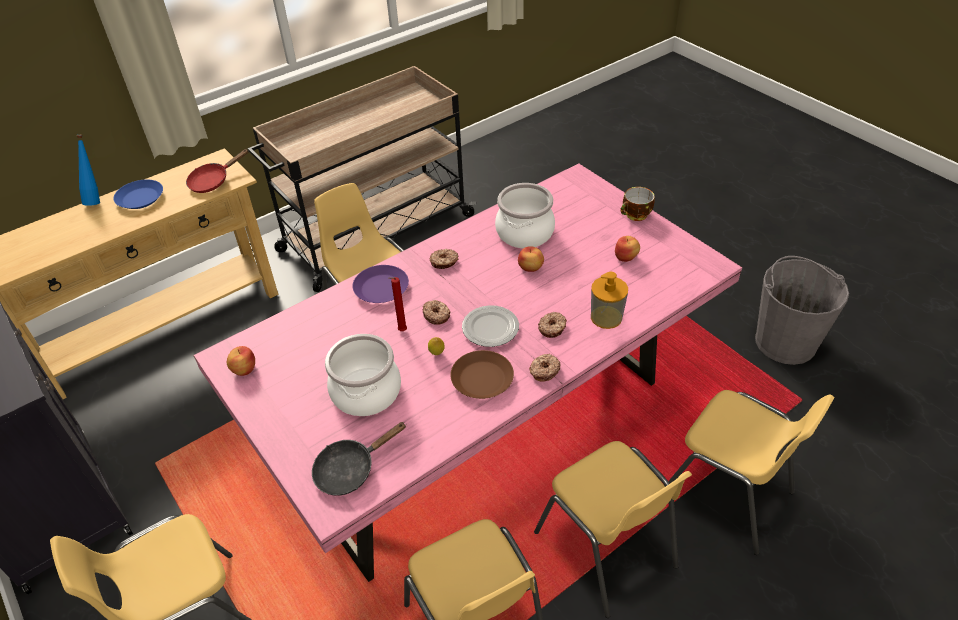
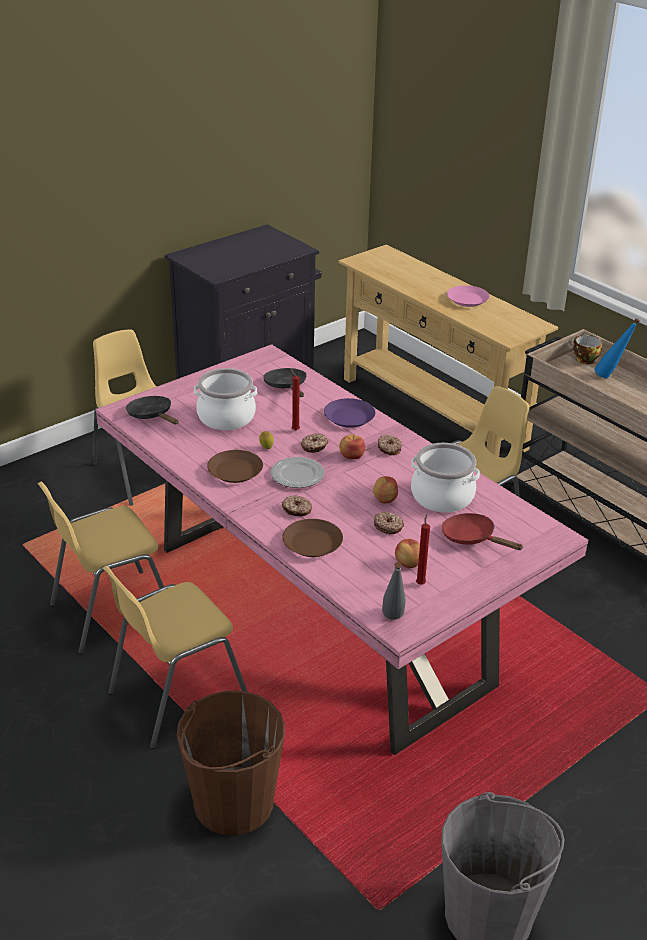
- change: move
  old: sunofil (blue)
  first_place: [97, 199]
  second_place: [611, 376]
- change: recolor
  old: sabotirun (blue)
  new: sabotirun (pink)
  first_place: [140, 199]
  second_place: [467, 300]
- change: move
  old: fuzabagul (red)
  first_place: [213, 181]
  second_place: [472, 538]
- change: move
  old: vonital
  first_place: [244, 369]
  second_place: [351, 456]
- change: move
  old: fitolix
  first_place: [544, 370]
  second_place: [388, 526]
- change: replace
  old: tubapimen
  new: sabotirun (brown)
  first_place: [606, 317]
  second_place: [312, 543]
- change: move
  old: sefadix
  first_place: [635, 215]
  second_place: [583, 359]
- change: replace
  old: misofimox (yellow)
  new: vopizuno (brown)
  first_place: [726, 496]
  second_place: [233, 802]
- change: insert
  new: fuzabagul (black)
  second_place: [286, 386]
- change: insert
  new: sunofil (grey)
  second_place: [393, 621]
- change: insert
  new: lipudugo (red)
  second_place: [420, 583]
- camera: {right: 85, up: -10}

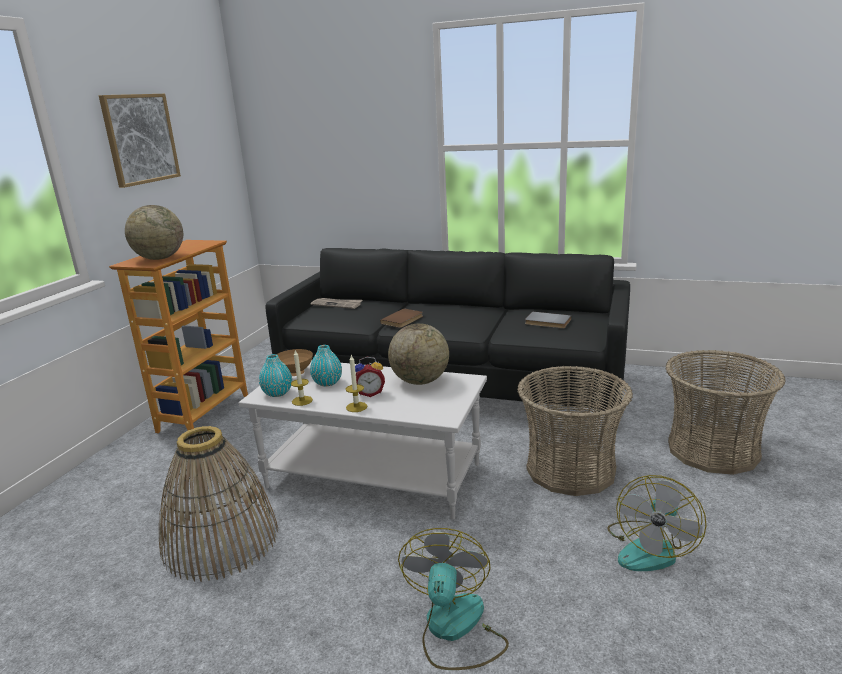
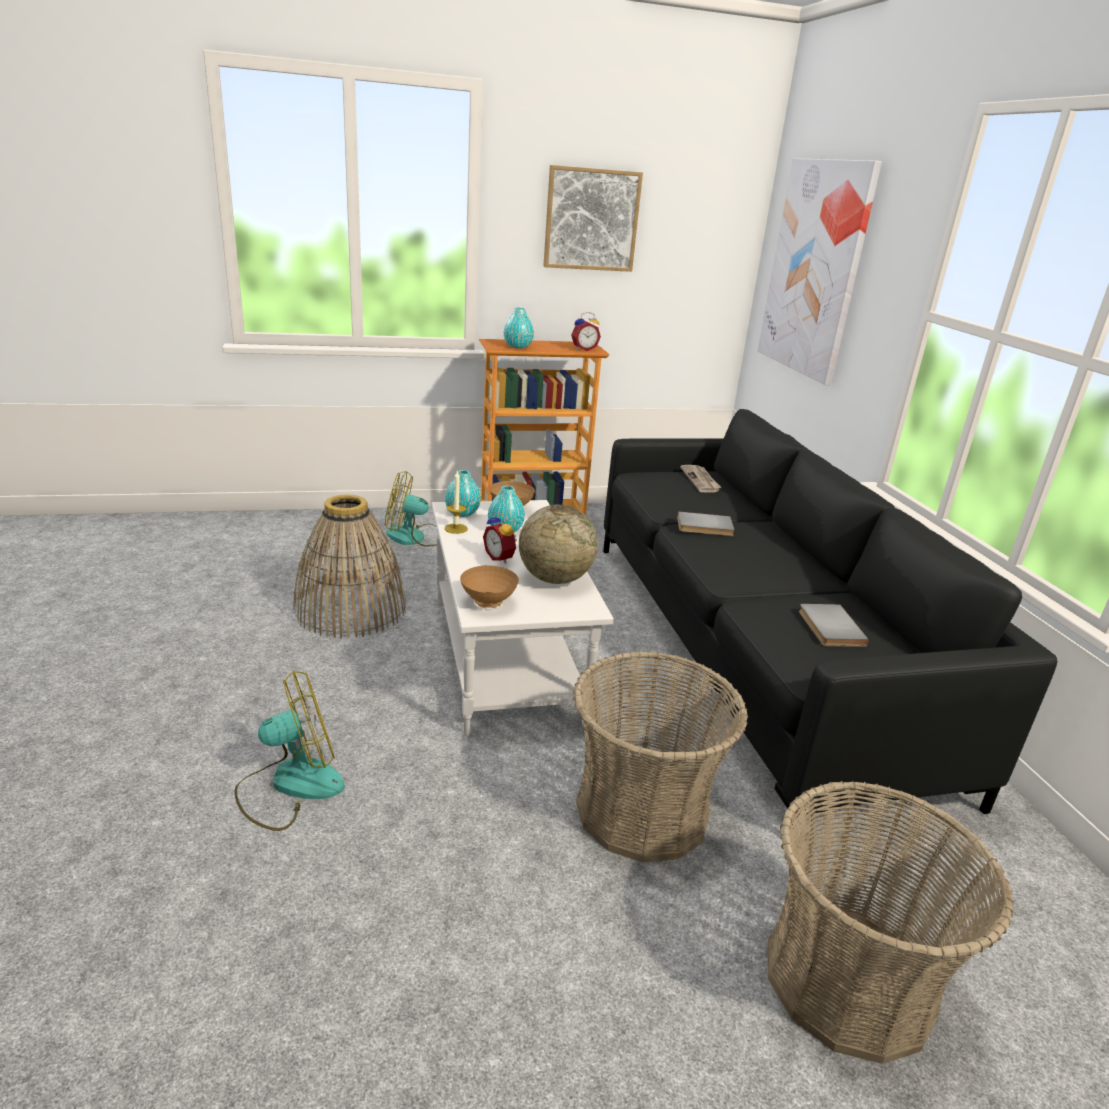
- change: replace
  old: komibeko
  new: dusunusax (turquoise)
  first_place: [159, 258]
  second_place: [517, 346]
- change: delete
  old: lipudugo
  first_place: [356, 407]
- change: recolor
  old: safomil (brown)
  new: safomil (grey)
  first_place: [403, 320]
  second_place: [705, 527]
- change: move
  old: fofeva
  first_place: [650, 548]
  second_place: [415, 537]
- change: insert
  new: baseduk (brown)
  second_place: [487, 602]
- change: insert
  new: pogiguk
  second_place: [583, 349]
- change: insert
  new: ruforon
  second_place: [815, 269]
- camera: {right: 55, up: 5}

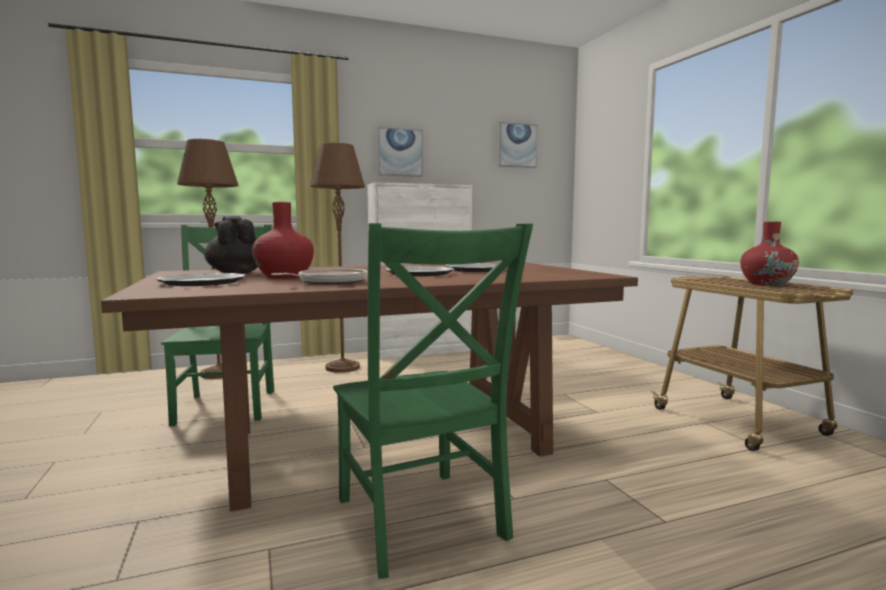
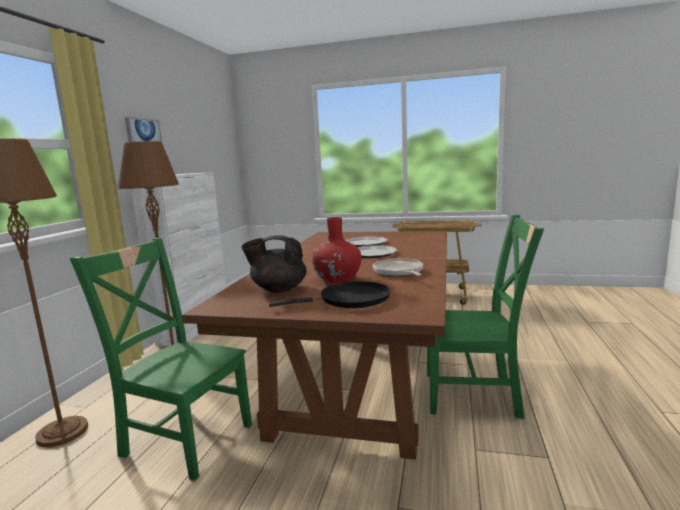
- change: replace
  old: sabotirun
  new: fuzabagul (black)
  first_place: [202, 282]
  second_place: [350, 300]
- change: delete
  old: ruforon
  first_place: [517, 145]
- change: delete
  old: dusunusax (red)
  first_place: [767, 284]
- camera: {right: -55, up: 5}

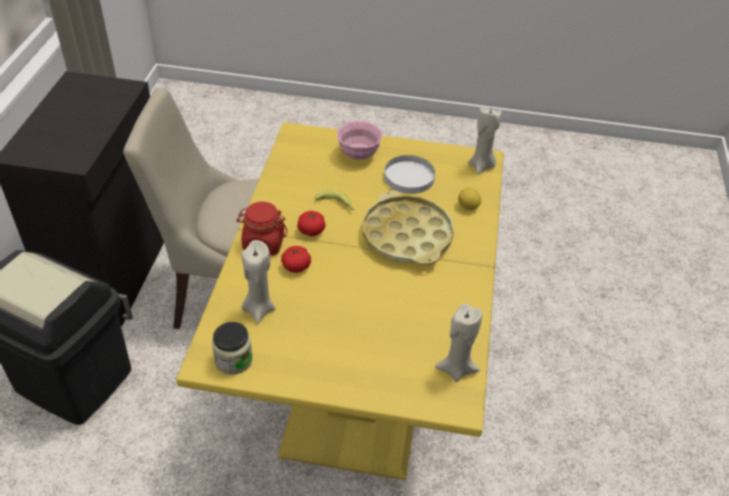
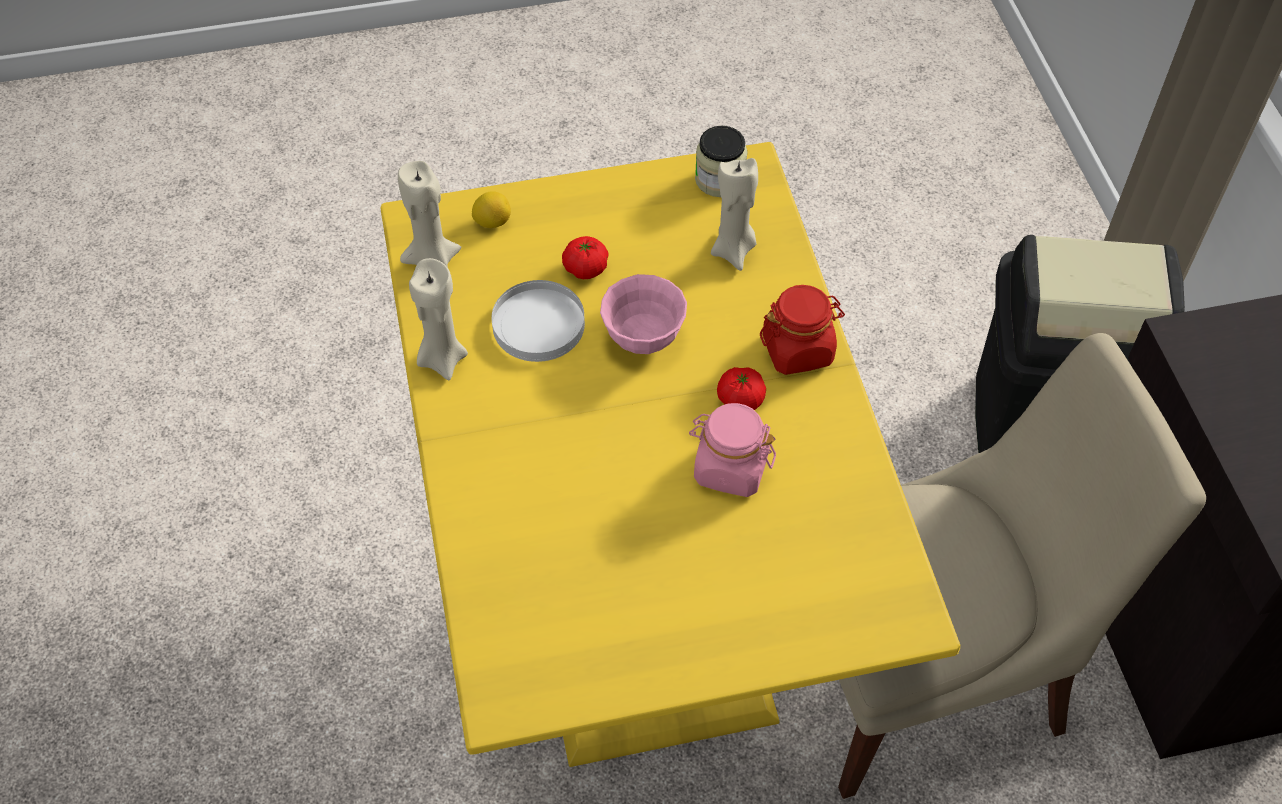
- change: move
  old: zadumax
  first_place: [296, 266]
  second_place: [585, 268]
- change: replace
  old: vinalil
  new: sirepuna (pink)
  first_place: [336, 204]
  second_place: [730, 468]
- change: move
  old: baseduk (pink)
  first_place: [358, 154]
  second_place: [643, 337]
- change: delete
  old: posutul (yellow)
  first_place: [406, 235]
- change: move
  old: sabotirun (white)
  first_place: [409, 177]
  second_place: [538, 324]
- change: move
  old: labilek
  first_place: [468, 207]
  second_place: [492, 222]
- change: move
  old: lipudugo (beige)
  first_place: [481, 166]
  second_place: [442, 358]
- camera: {right: 160, up: 10}

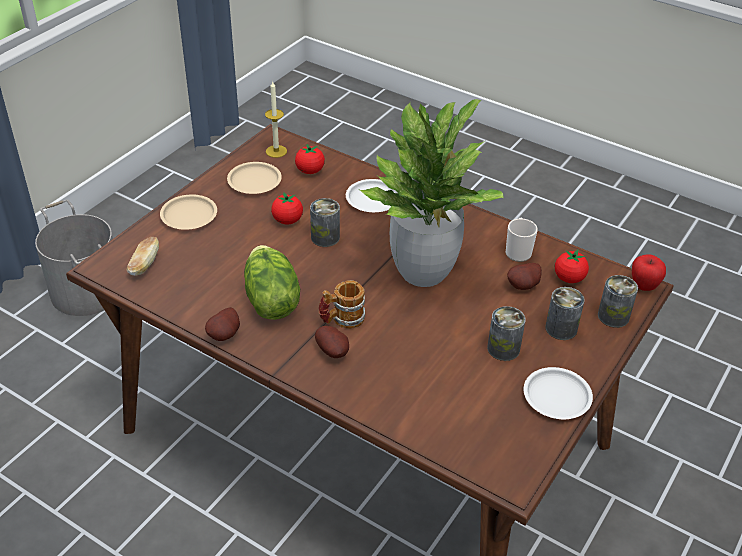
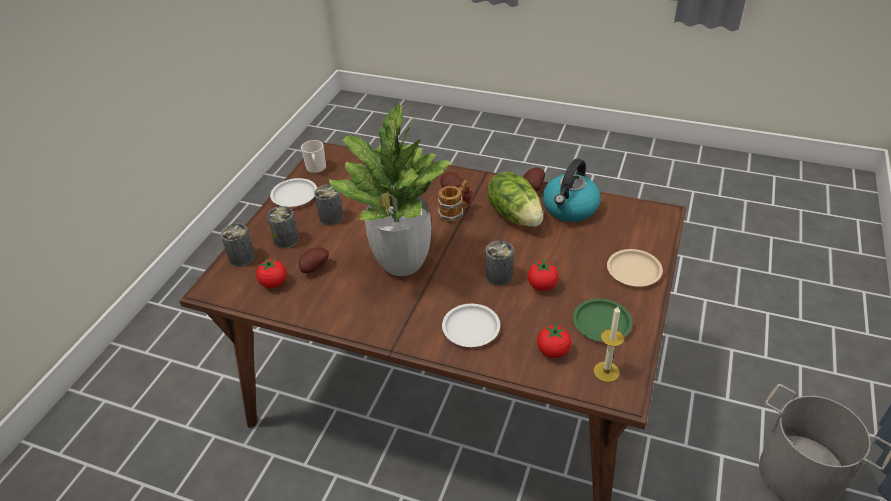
- change: delete
  old: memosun
  first_place: [144, 264]
- change: recolor
  old: sabotirun (beige)
  new: sabotirun (green)
  first_place: [255, 181]
  second_place: [601, 323]
- change: move
  old: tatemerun
  first_place: [518, 251]
  second_place: [316, 169]
- change: delete
  old: vonital
  first_place: [644, 286]
- change: insert
  new: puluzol
  second_place: [570, 208]
- camera: {right: 170, up: 0}

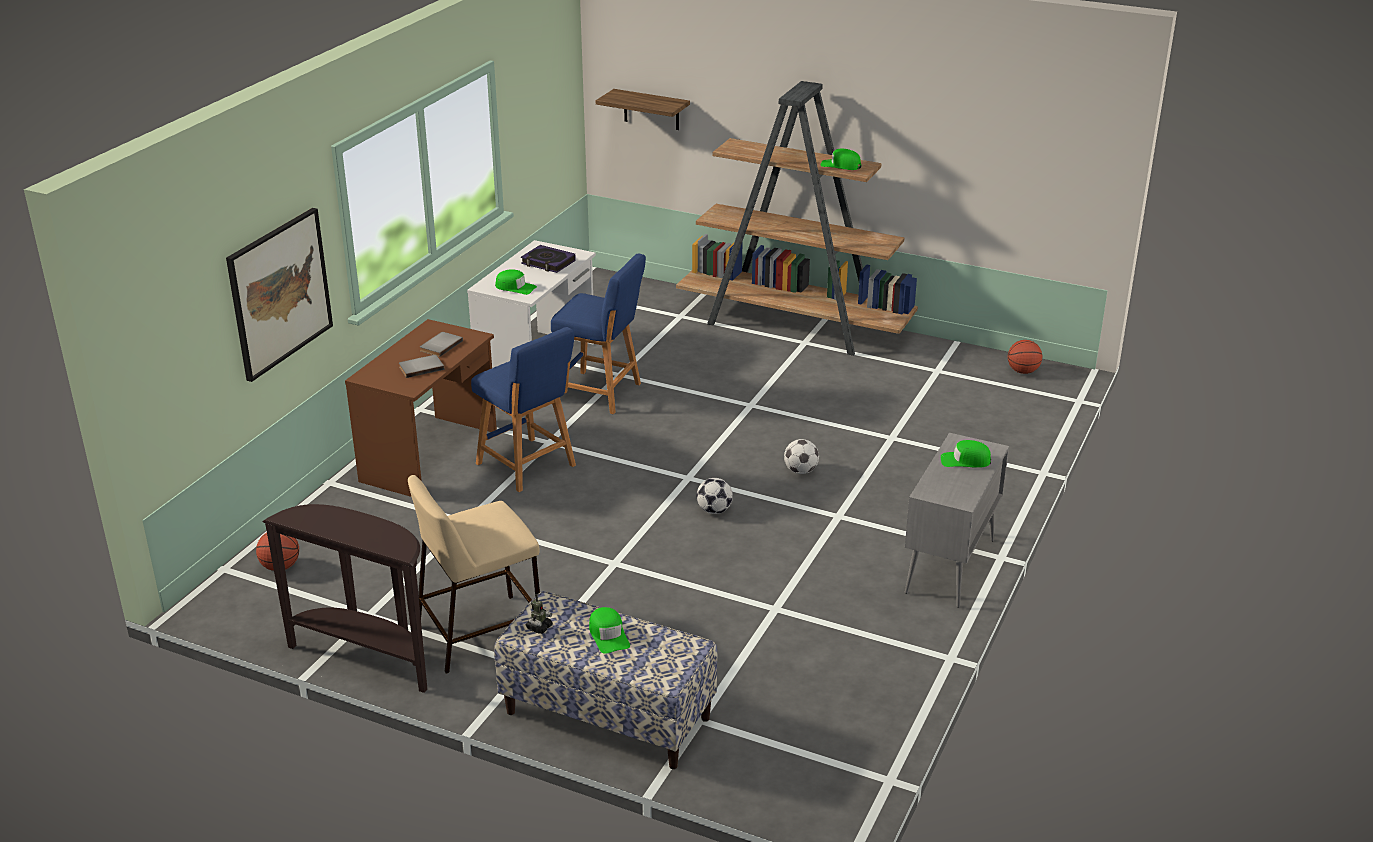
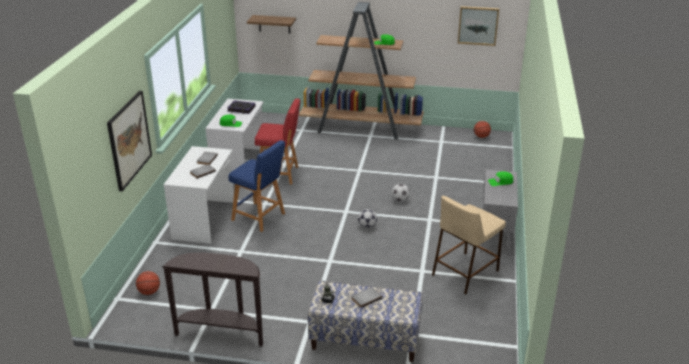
- change: recolor
  old: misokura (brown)
  new: misokura (white)
  first_place: [431, 456]
  second_place: [205, 220]
- change: move
  old: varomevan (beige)
  first_place: [481, 632]
  second_place: [465, 272]
- change: recolor
  old: varomevan (blue)
  new: varomevan (red)
  first_place: [602, 393]
  second_place: [280, 174]
- change: replace
  old: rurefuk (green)
  new: safomil (grey)
  first_place: [608, 635]
  second_place: [366, 298]
- change: insert
  new: ruforon
  second_place: [478, 25]
- camera: {right: -15, up: 0}

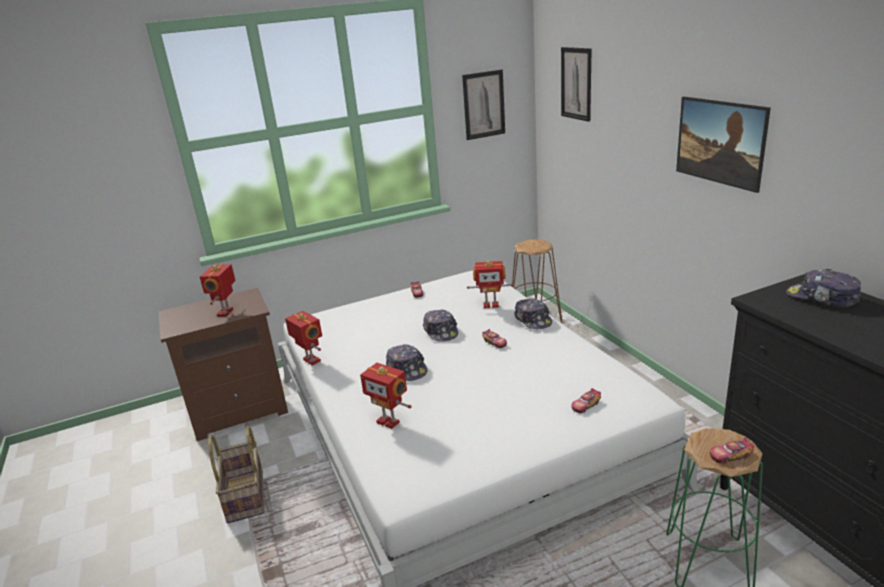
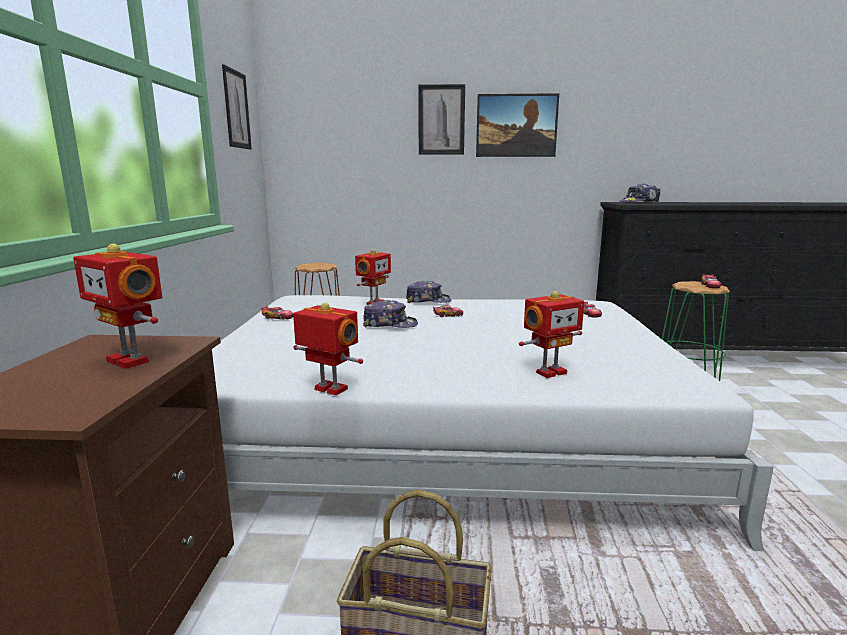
- change: rotate
  old: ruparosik
  first_place: [310, 361]
  second_place: [329, 390]
  degrees: 45
- change: delete
  old: rurefuk
  first_place: [407, 369]
- change: move
  old: ruforon
  first_place: [576, 83]
  second_place: [441, 120]
- camera: {right: -65, up: -10}

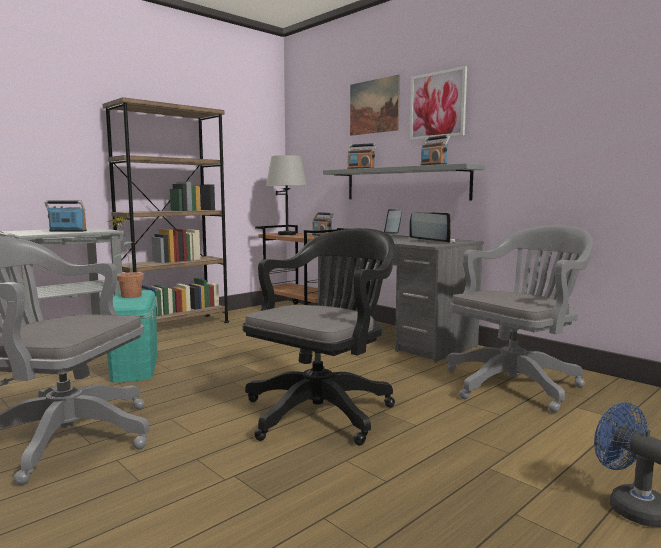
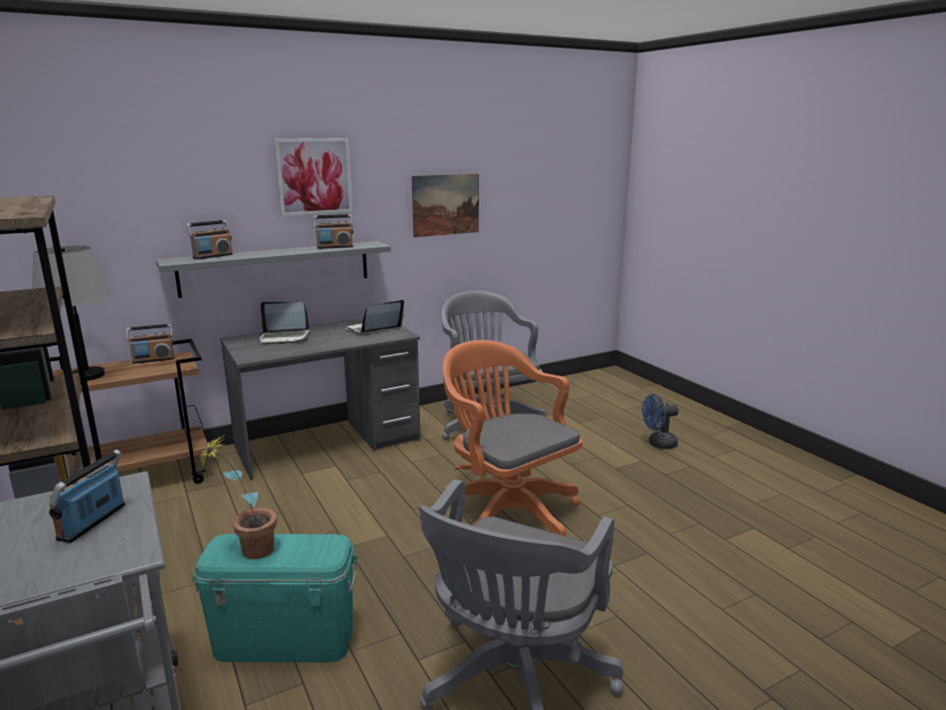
- change: recolor
  old: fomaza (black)
  new: fomaza (orange)
  first_place: [323, 411]
  second_place: [506, 511]
- change: move
  old: ruforon
  first_place: [374, 106]
  second_place: [446, 204]
- camera: {right: -75, up: 10}

